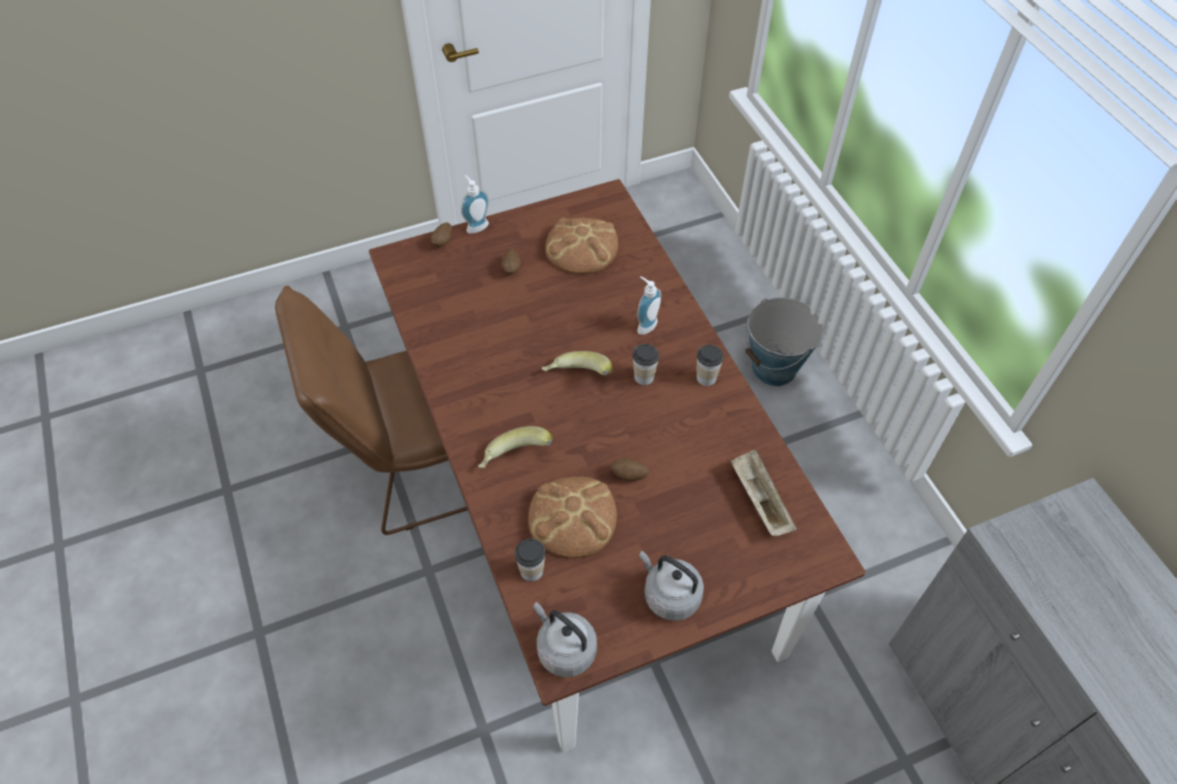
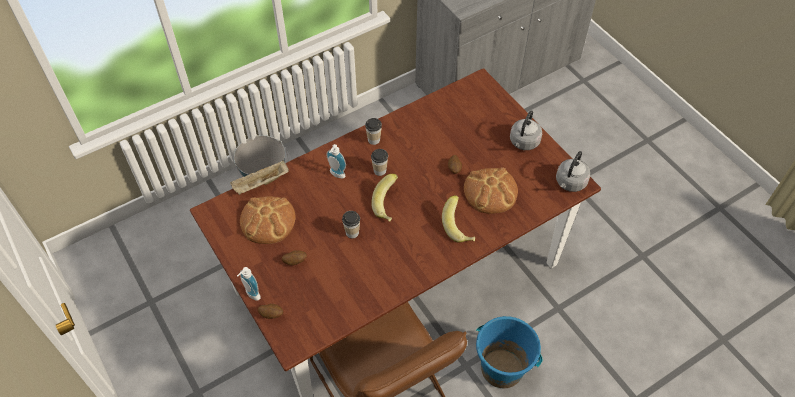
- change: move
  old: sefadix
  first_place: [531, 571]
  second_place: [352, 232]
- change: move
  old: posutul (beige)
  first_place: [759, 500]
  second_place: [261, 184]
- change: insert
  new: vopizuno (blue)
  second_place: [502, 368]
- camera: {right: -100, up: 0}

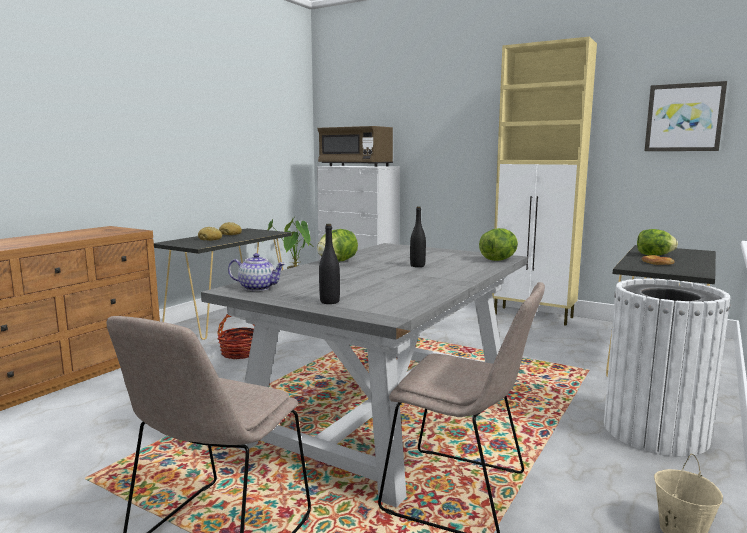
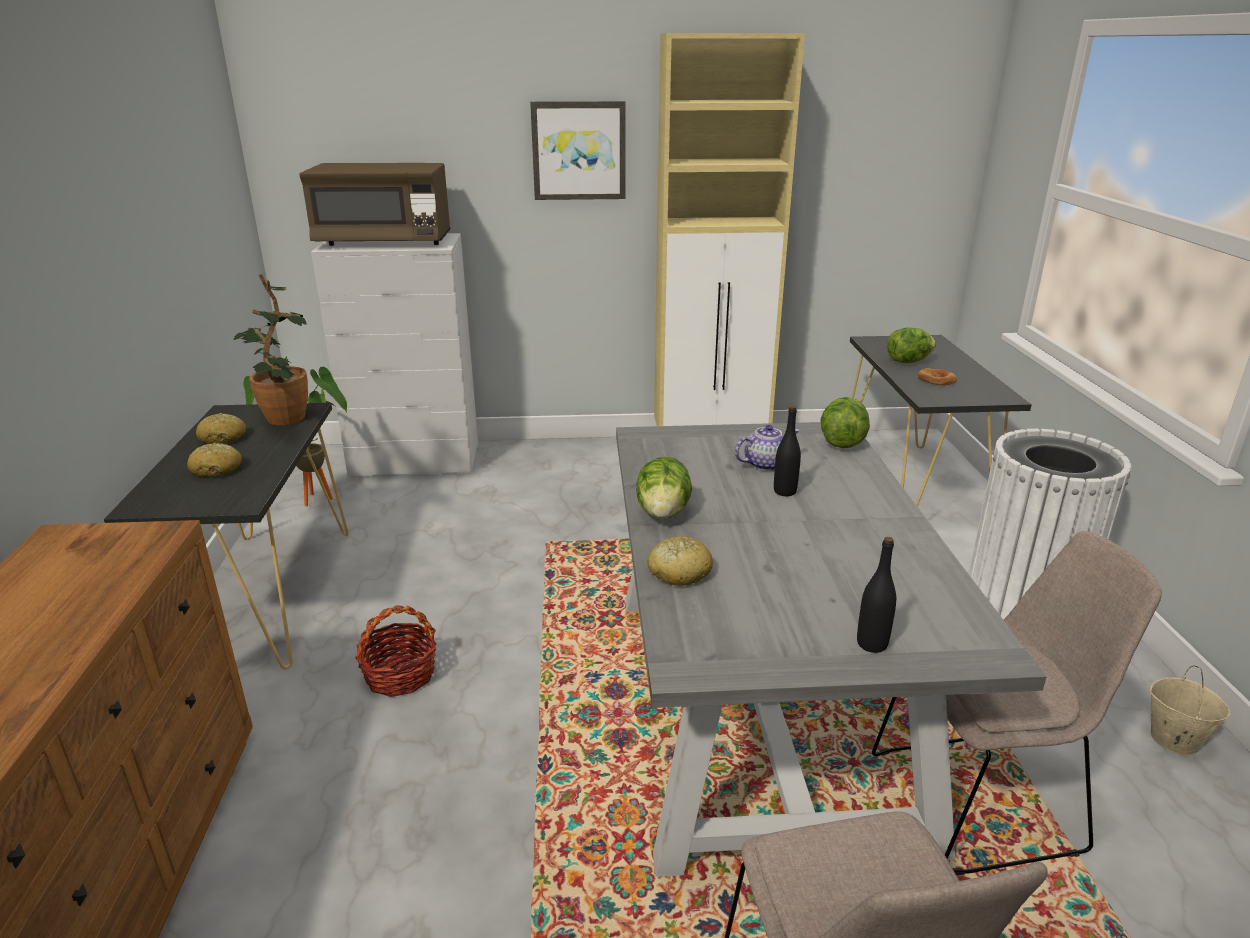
- change: move
  old: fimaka
  first_place: [258, 288]
  second_place: [765, 464]
- change: move
  old: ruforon
  first_place: [684, 117]
  second_place: [579, 151]
- change: insert
  new: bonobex
  second_place: [284, 422]
- change: insert
  new: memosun
  second_place: [679, 572]
- camera: {right: -35, up: 15}

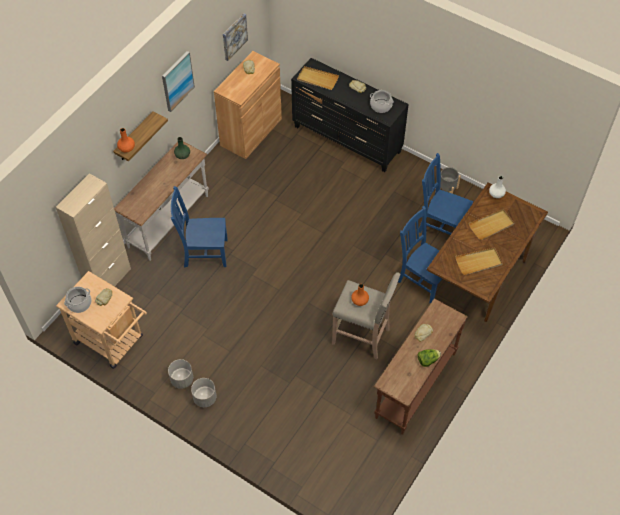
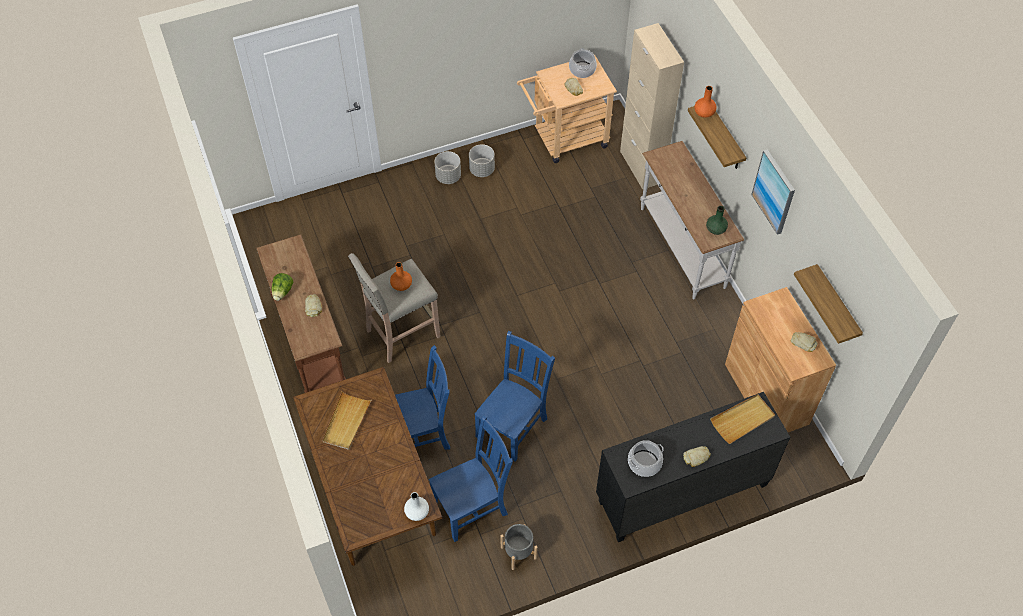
- change: move
  old: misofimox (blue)
  first_place: [204, 252]
  second_place: [513, 426]
- change: replace
  old: ruforon
  new: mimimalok
  first_place: [234, 36]
  second_place: [836, 306]
- change: delete
  old: posutul (beige)
  first_place: [491, 225]
- camera: {right: 125, up: 0}

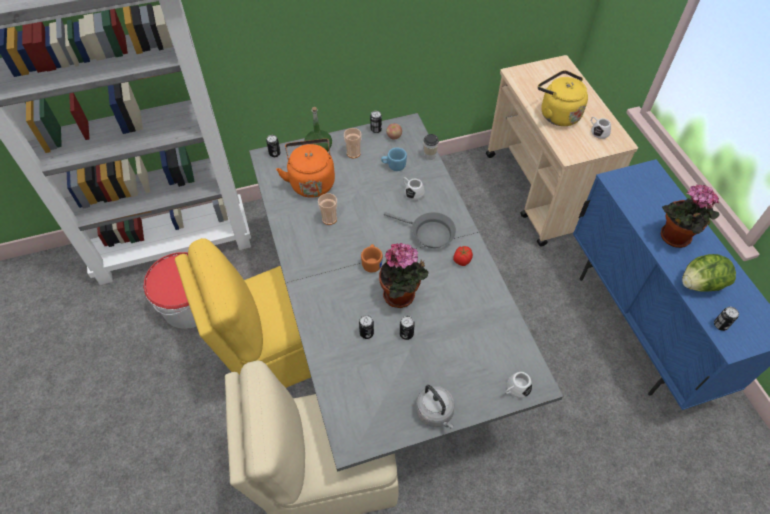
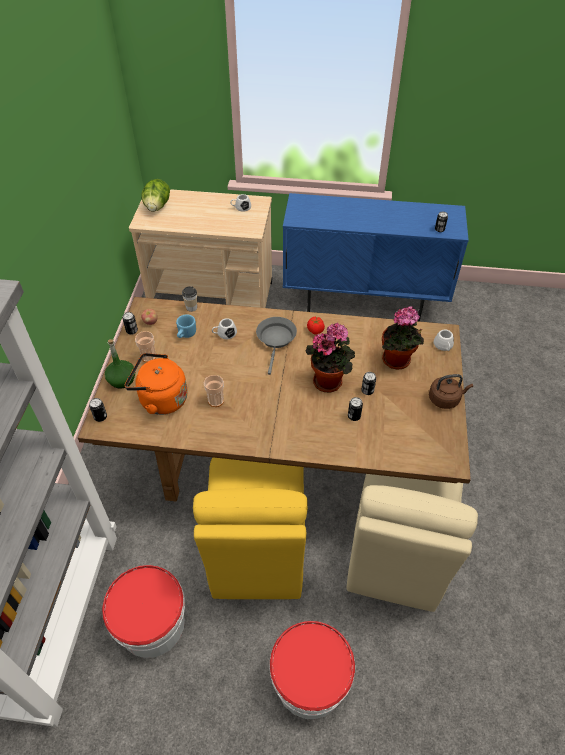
- change: recolor
  old: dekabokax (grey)
  new: dekabokax (brown)
  first_place: [385, 331]
  second_place: [284, 457]
- change: delete
  old: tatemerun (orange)
  first_place: [372, 263]
- change: rotate
  old: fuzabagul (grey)
  first_place: [429, 233]
  second_place: [276, 340]
  degrees: -45
- change: recolor
  old: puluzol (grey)
  new: puluzol (brown)
  first_place: [435, 413]
  second_place: [445, 399]
- change: delete
  old: puluzol (yellow)
  first_place: [557, 114]
- change: move
  old: bonobex
  first_place: [673, 238]
  second_place: [397, 361]
- change: move
  old: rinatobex
  first_place: [700, 284]
  second_place: [157, 207]
- change: insert
  new: vopizuno
  second_place: [309, 681]
- camera: {right: -65, up: -5}

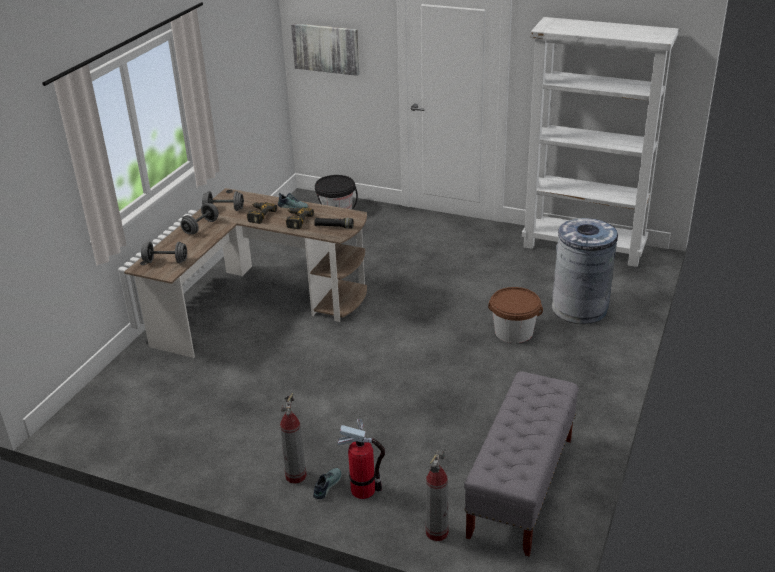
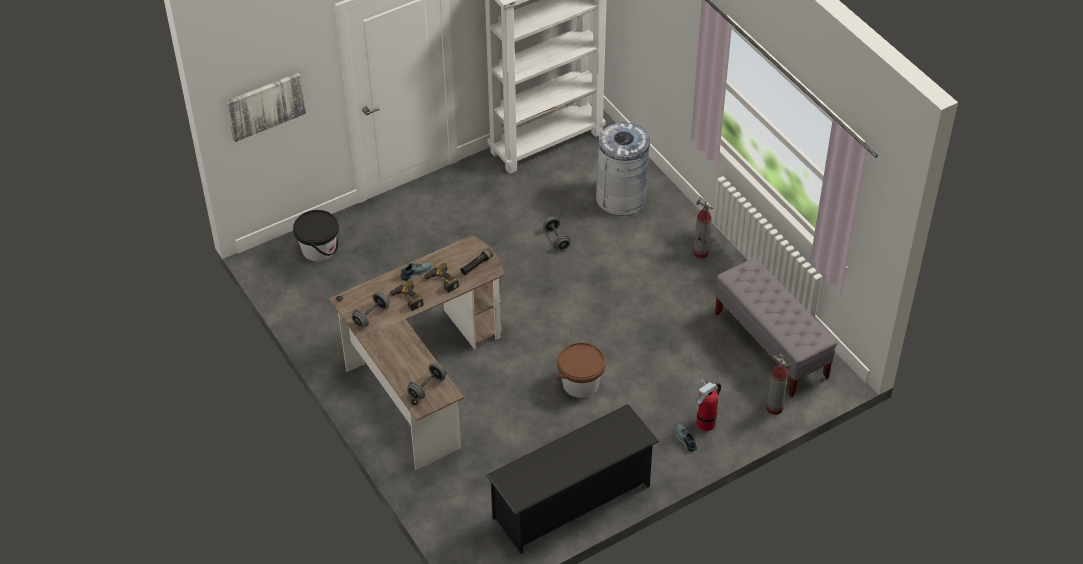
- change: move
  old: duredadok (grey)
  first_place: [201, 227]
  second_place: [556, 239]
- change: move
  old: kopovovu
  first_place: [296, 476]
  second_place: [701, 253]
- change: move
  old: vopizuno (brown)
  first_place: [513, 332]
  second_place: [580, 383]
- change: insert
  new: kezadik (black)
  second_place: [572, 502]
- camera: {right: -55, up: 15}

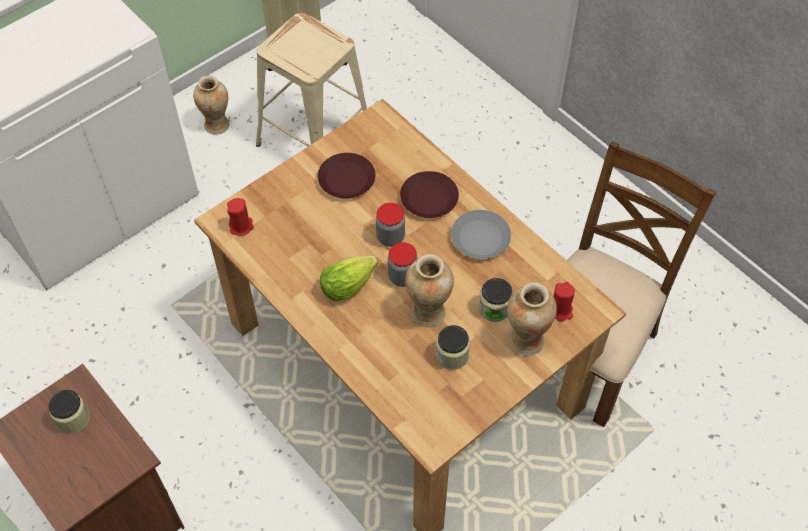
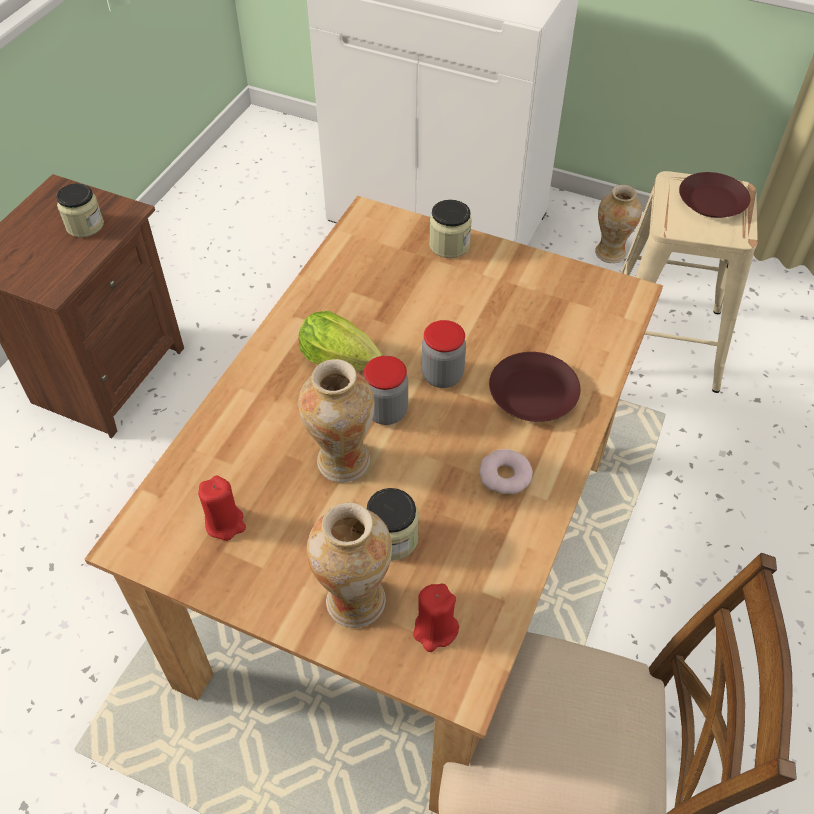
- change: move
  old: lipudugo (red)
  first_place: [241, 226]
  second_place: [225, 523]
- change: move
  old: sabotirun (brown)
  first_place: [346, 179]
  second_place: [712, 201]
- change: move
  old: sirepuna
  first_place: [452, 355]
  second_place: [449, 245]
- change: replace
  old: sabotirun (grey)
  new: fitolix
  first_place: [480, 238]
  second_place: [505, 476]
- camera: {right: 65, up: -5}

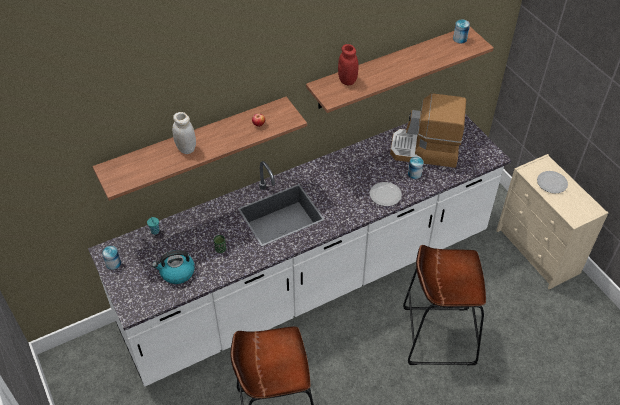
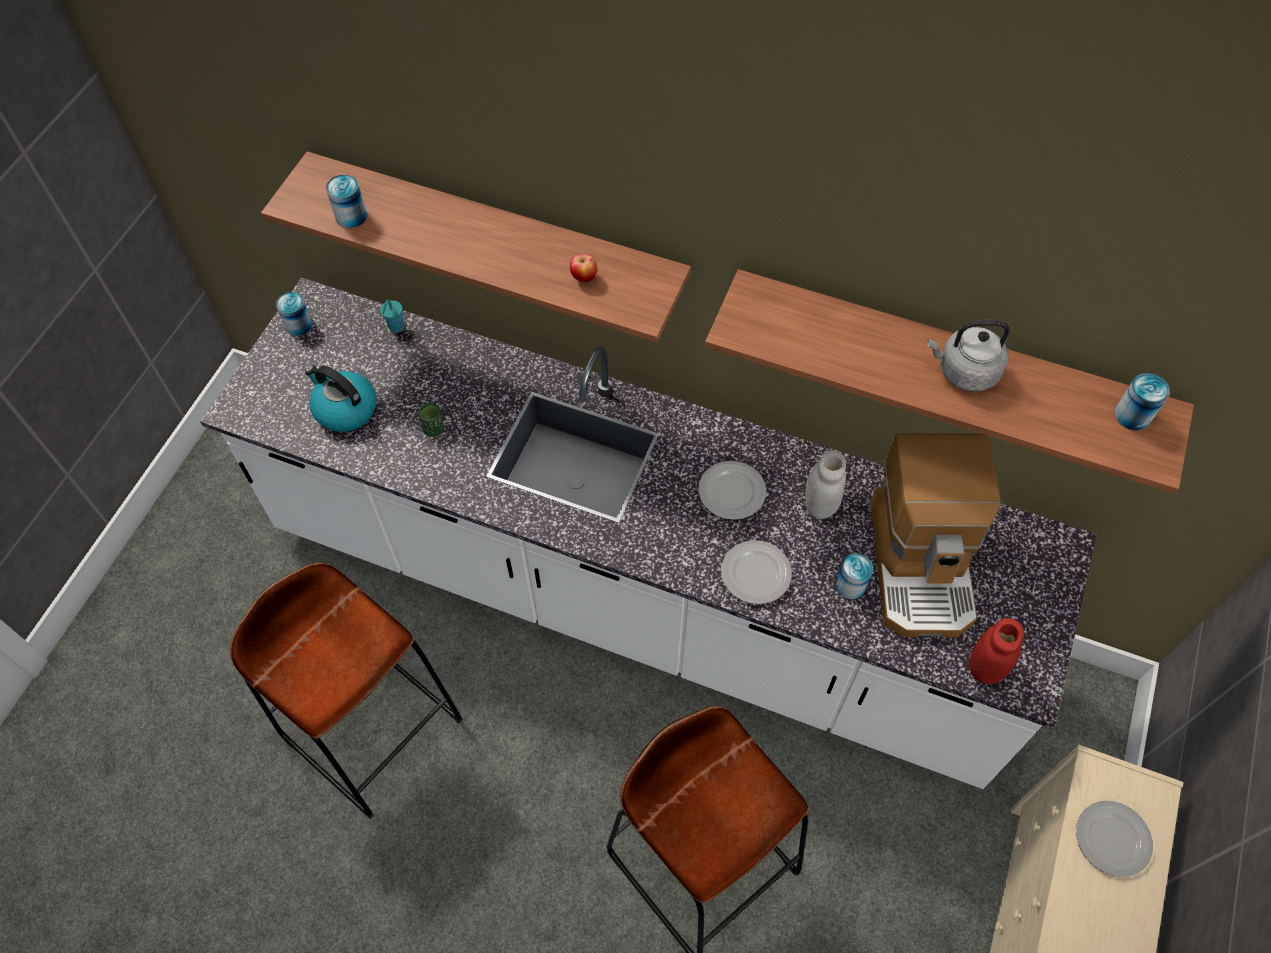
- change: move
  old: sirepuna (white)
  first_place: [186, 148]
  second_place: [820, 505]
- change: move
  old: sirepuna (red)
  first_place: [347, 80]
  second_place: [985, 667]
- change: rotate
  old: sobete
  first_place: [425, 151]
  second_place: [922, 564]
  degrees: -150
- change: insert
  new: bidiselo
  second_place: [351, 216]
- change: insert
  new: sabotirun
  second_place: [731, 491]
- change: insert
  new: puluzol (grey)
  second_place: [964, 371]
- camera: {right: 50, up: 10}

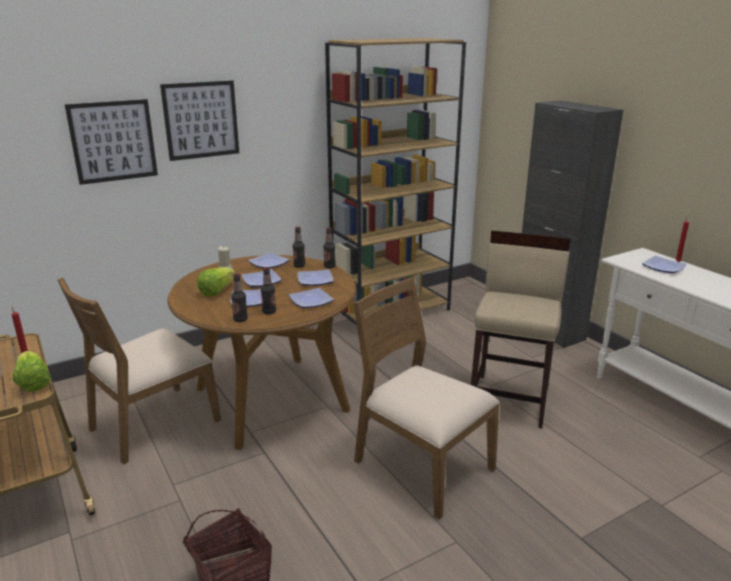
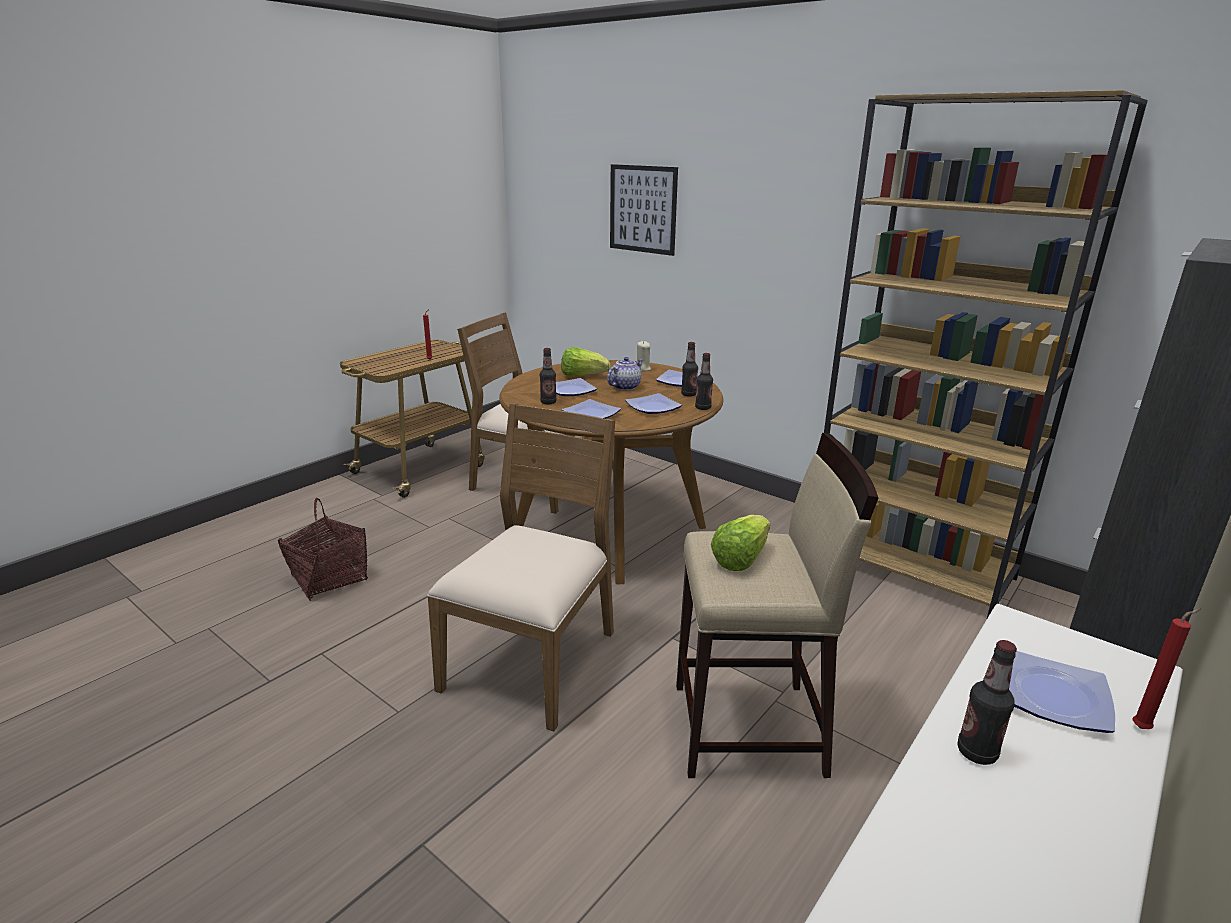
- change: move
  old: rinatobex
  first_place: [33, 383]
  second_place: [740, 559]
- change: delete
  old: ruforon
  first_place: [201, 120]
- change: move
  old: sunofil
  first_place: [240, 320]
  second_place: [976, 752]
- change: replace
  old: sabotirun
  new: fimaka
  first_place: [261, 281]
  second_place: [624, 387]
- camera: {right: 70, up: 0}

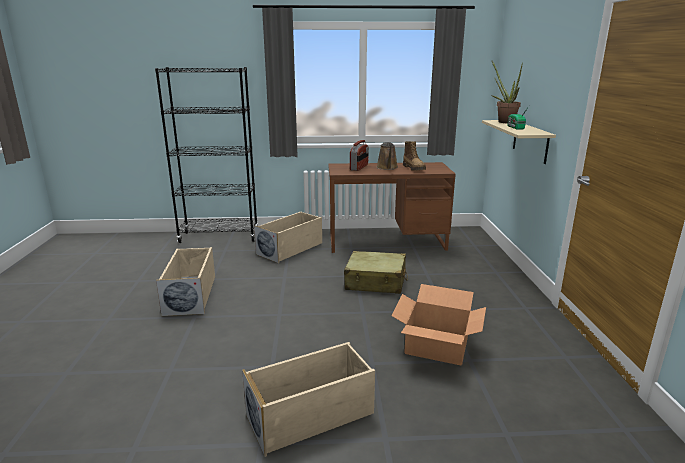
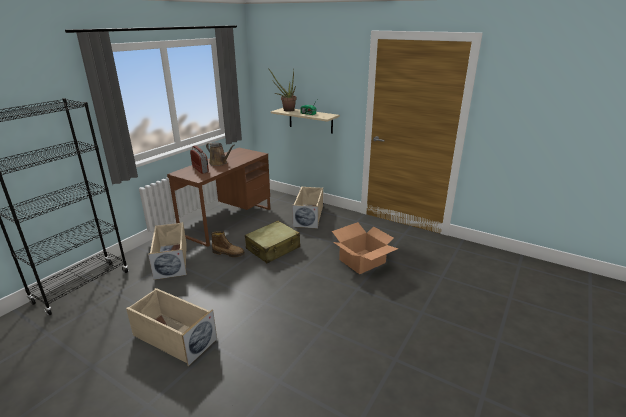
- change: move
  old: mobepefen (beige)
  first_place: [311, 414]
  second_place: [308, 216]
- change: move
  old: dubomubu
  first_place: [414, 168]
  second_place: [229, 253]
- camera: {right: -55, up: 5}

